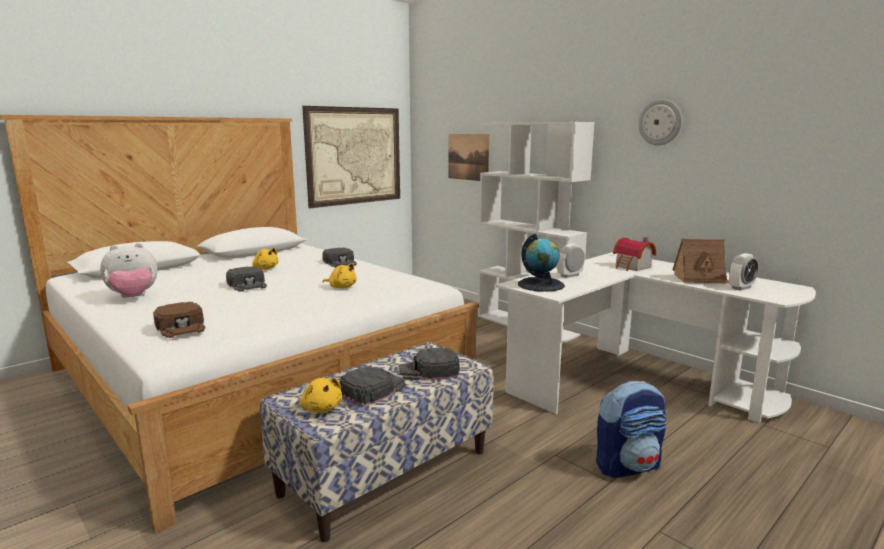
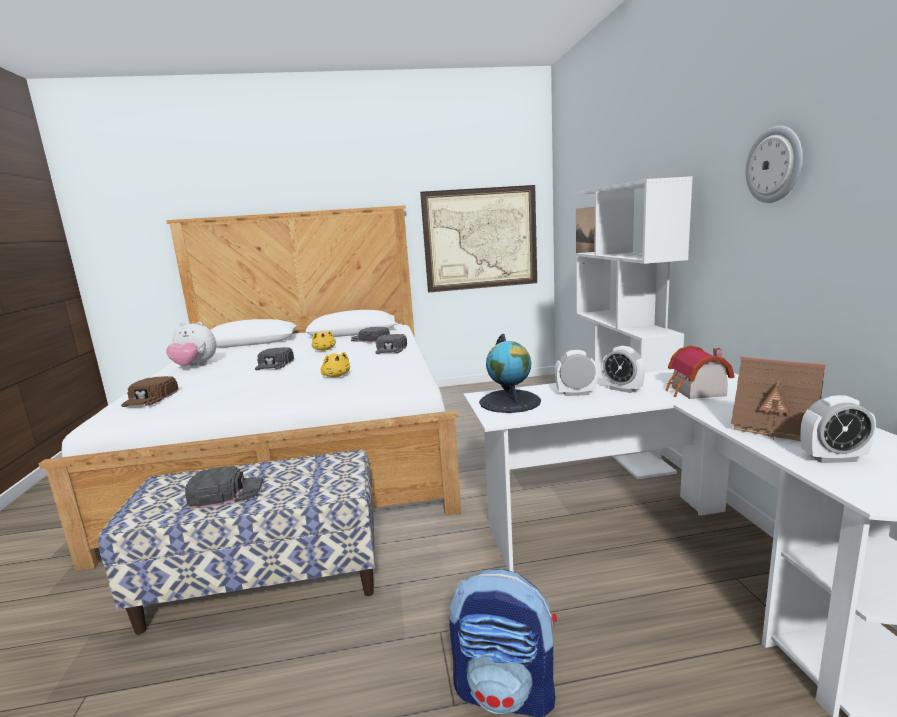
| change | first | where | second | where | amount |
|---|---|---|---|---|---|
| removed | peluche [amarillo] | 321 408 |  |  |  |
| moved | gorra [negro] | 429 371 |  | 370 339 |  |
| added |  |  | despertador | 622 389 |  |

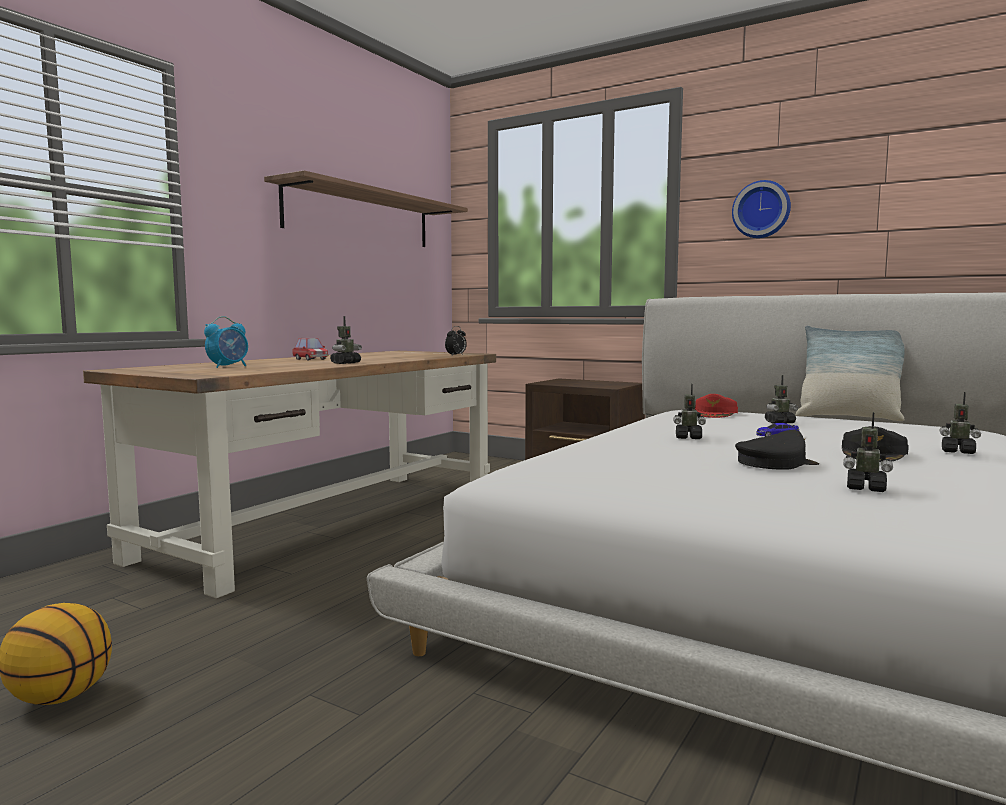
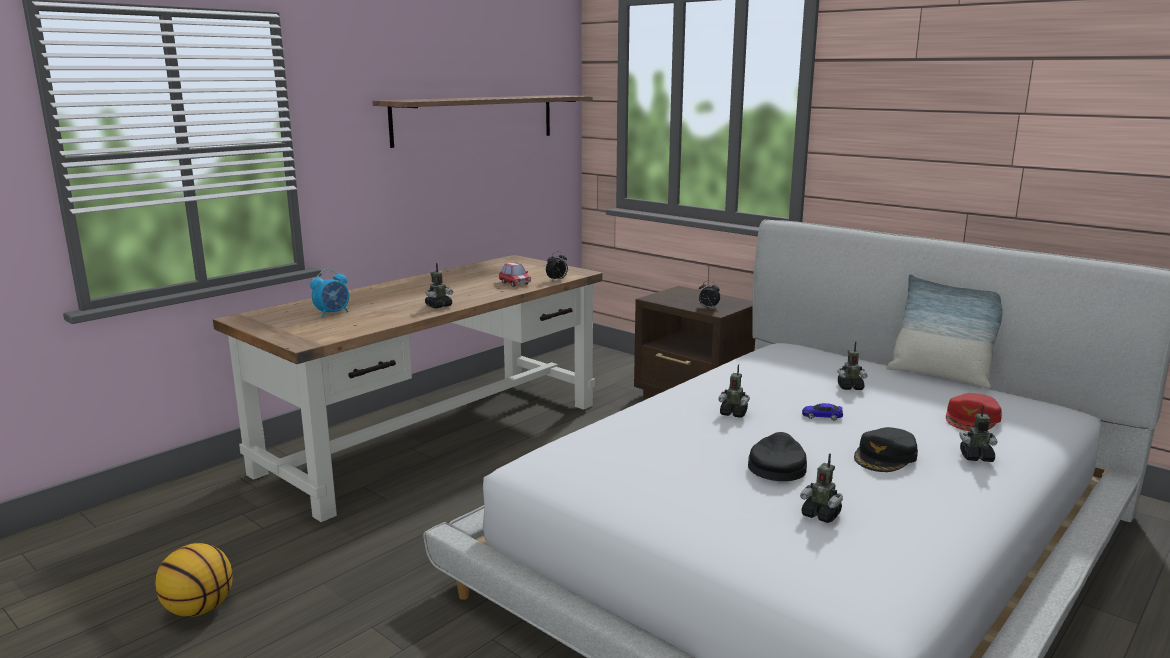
| change | first | where | second | where | amount |
|---|---|---|---|---|---|
| moved | coche de juguete | 310 359 |  | 514 283 |  |
| moved | gorra [rojo] | 715 413 |  | 972 419 |  |
| removed | reloj de pared | 761 210 |  |  |  |
| turned | gorra [negro] | 775 463 |  | 777 466 | 60 degrees counterclockwise |
| turned | robot de juguete | 957 452 |  | 976 457 | 150 degrees clockwise |
| added |  |  | despertador | 708 308 |  |

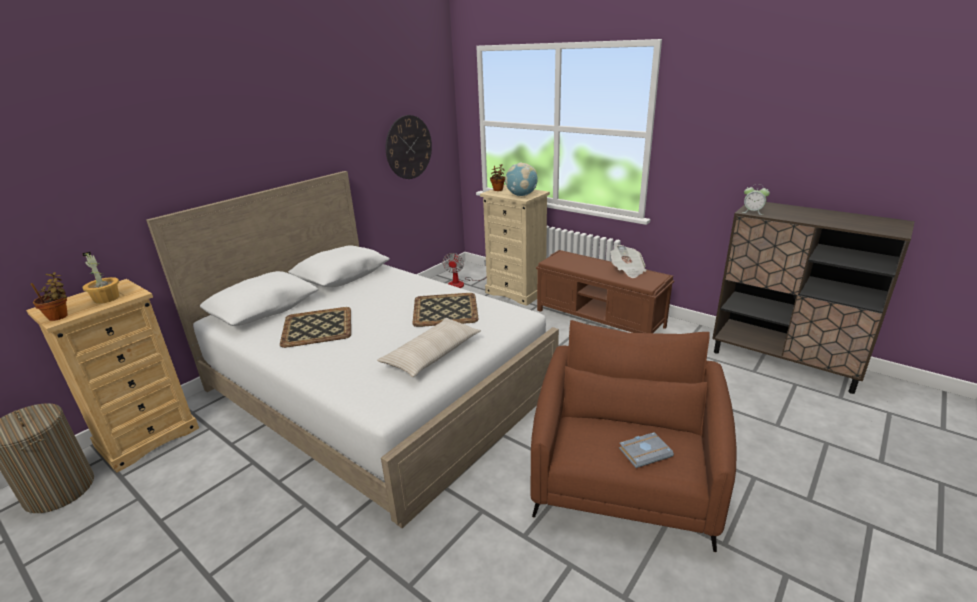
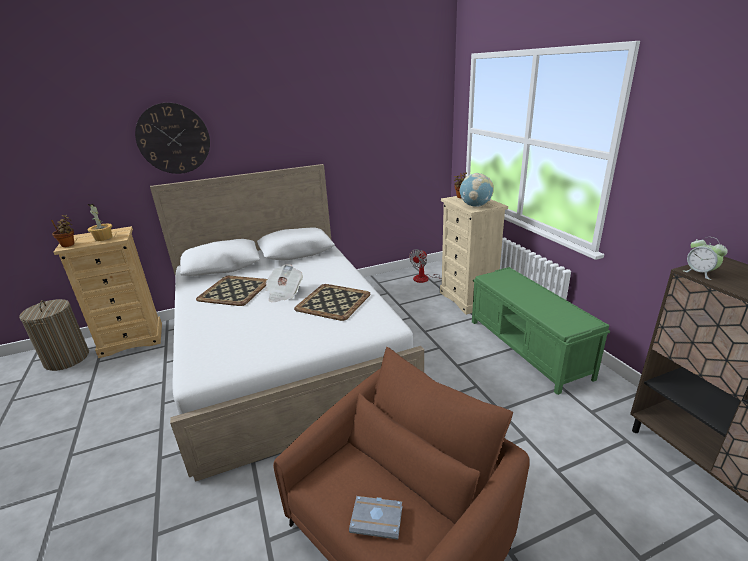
| change | first | where | second | where | amount |
|---|---|---|---|---|---|
| removed | cojín [beis] | 432 355 |  |  |  |
| moved | reloj de pared | 408 147 |  | 173 139 |  |
| recoloured | banco [marrón] | 600 318 | banco [verde] | 528 348 |  |
| moved | periódico | 627 270 |  | 284 293 |  |

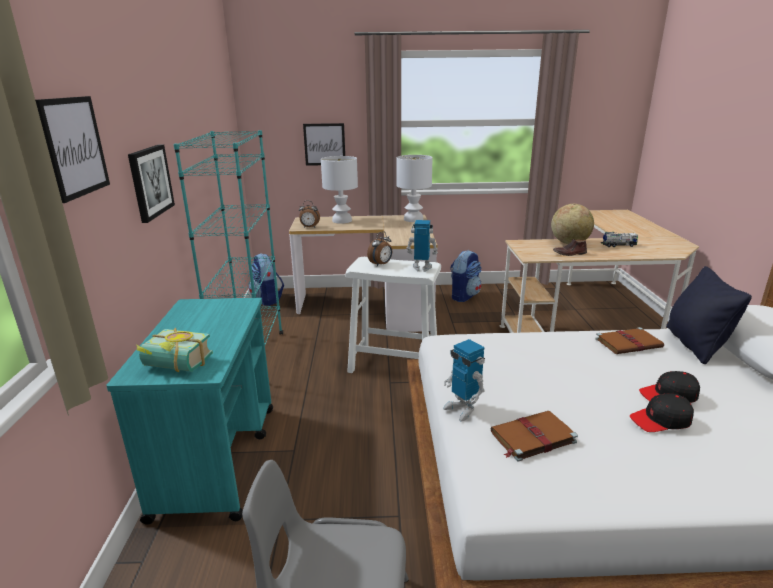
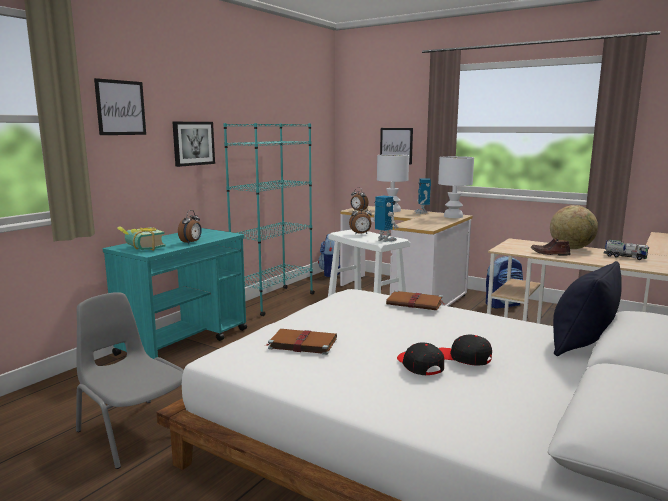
| change | first | where | second | where | amount |
|---|---|---|---|---|---|
| moved | robot de juguete | 462 409 |  | 422 212 |  |
| moved | libro [marrón] | 629 343 |  | 415 303 |  |
| turned | gorra [negro] | 661 420 |  | 419 365 | 45 degrees clockwise |
| added |  |  | despertador | 191 242 |  |

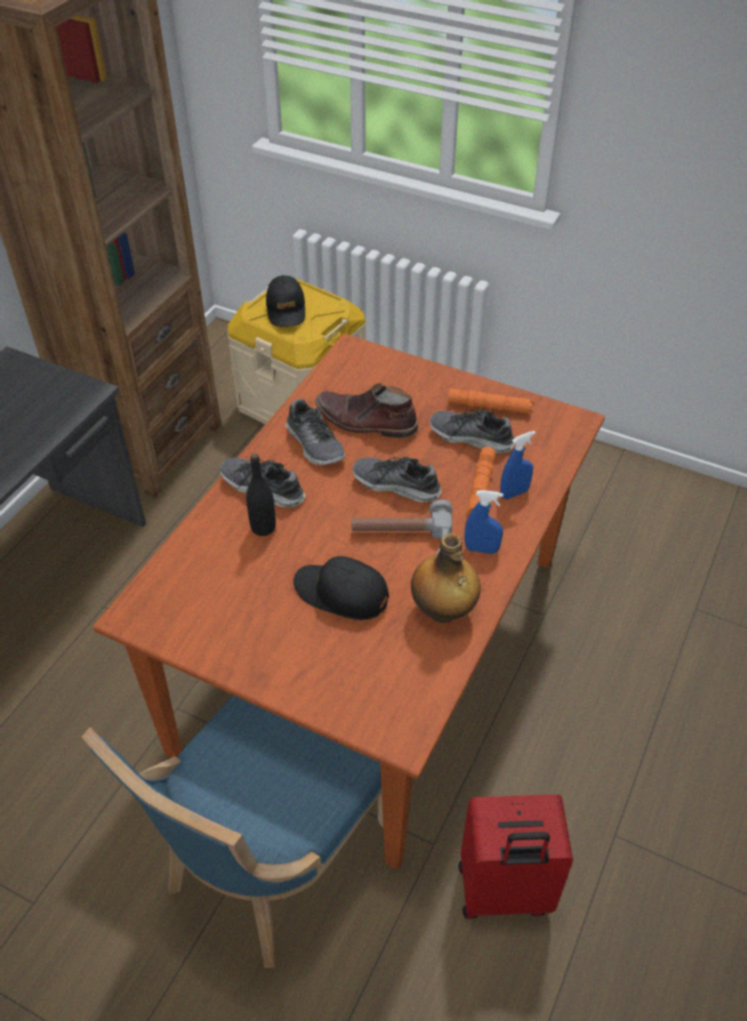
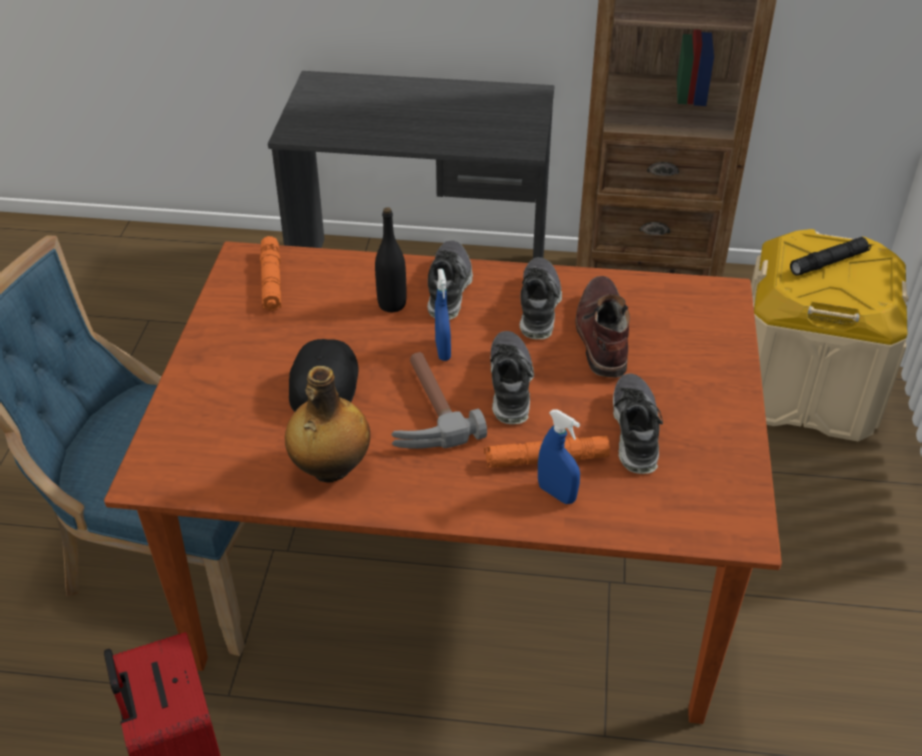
| change | first | where | second | where | amount |
|---|---|---|---|---|---|
| replaced | gorra [negro] | 286 309 | linterna [negro] | 829 262 |  |
| turned | zapato | 315 444 |  | 538 306 | 150 degrees clockwise |
| moved | linterna [naranja] | 489 407 |  | 271 281 |  |
| moved | pulverizador [azul] | 481 549 |  | 443 350 |  |

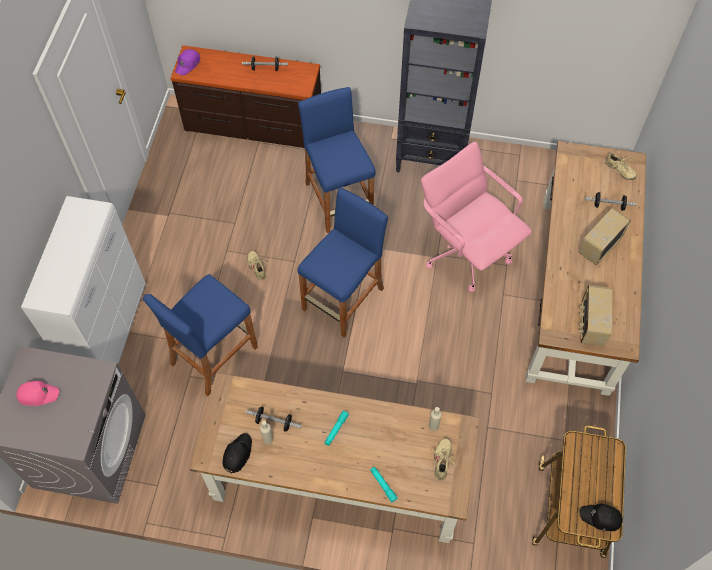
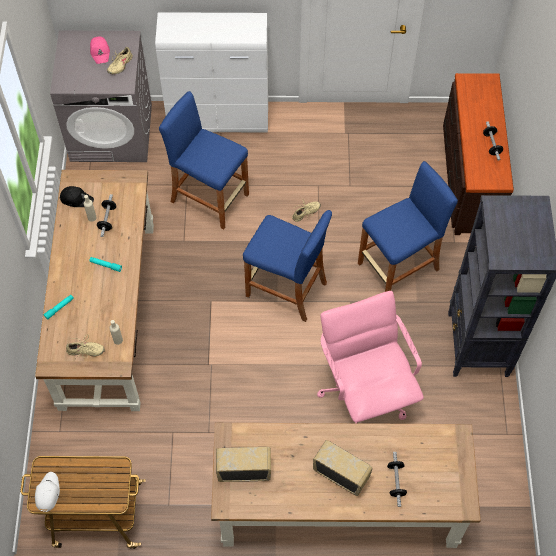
| change | first | where | second | where | amount |
|---|---|---|---|---|---|
| removed | gorra [morado] | 188 64 |  |  |  |
| turned | silla de oficina [rosa] | 466 252 |  | 365 392 | 60 degrees counterclockwise |
| recoloured | gorra [negro] | 601 518 | gorra [blanco] | 47 493 |  |
| moved | zapato [beis] | 619 170 |  | 120 65 |  |

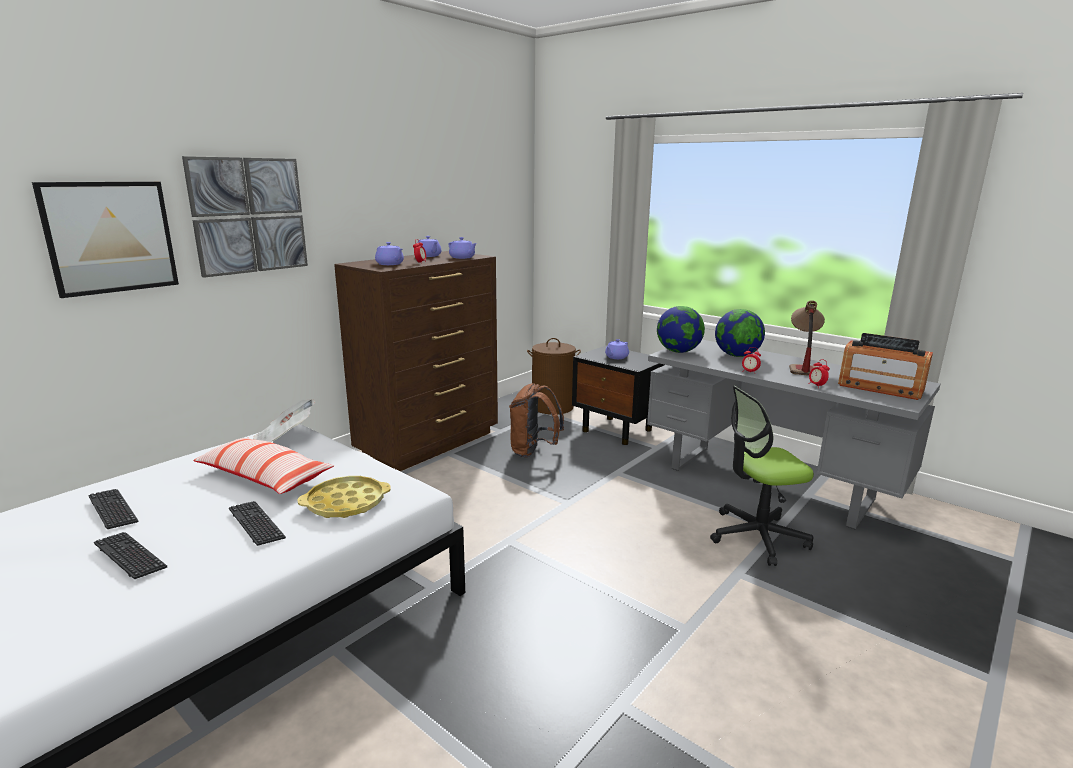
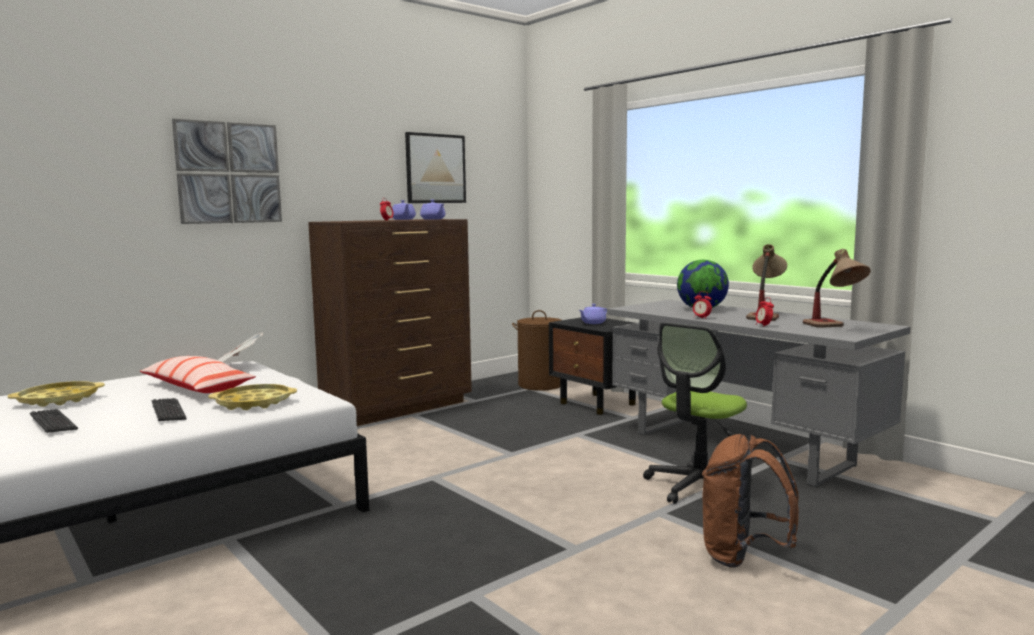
| change | first | where | second | where | amount |
|---|---|---|---|---|---|
| moved | cuadro | 110 237 |  | 435 168 |  |
| replaced | teclado | 113 510 | bandeja [amarillo] | 58 399 |  |
| removed | tetera [morado] | 390 264 |  |  |  |
| moved | mochila [marrón] | 533 452 |  | 743 556 |  |
| removed | globo terráqueo | 678 351 |  |  |  |
| turned | silla de oficina | 757 536 |  | 698 487 | 45 degrees counterclockwise |
| replaced | radio | 880 388 | lámpara de mesa | 834 327 |  |

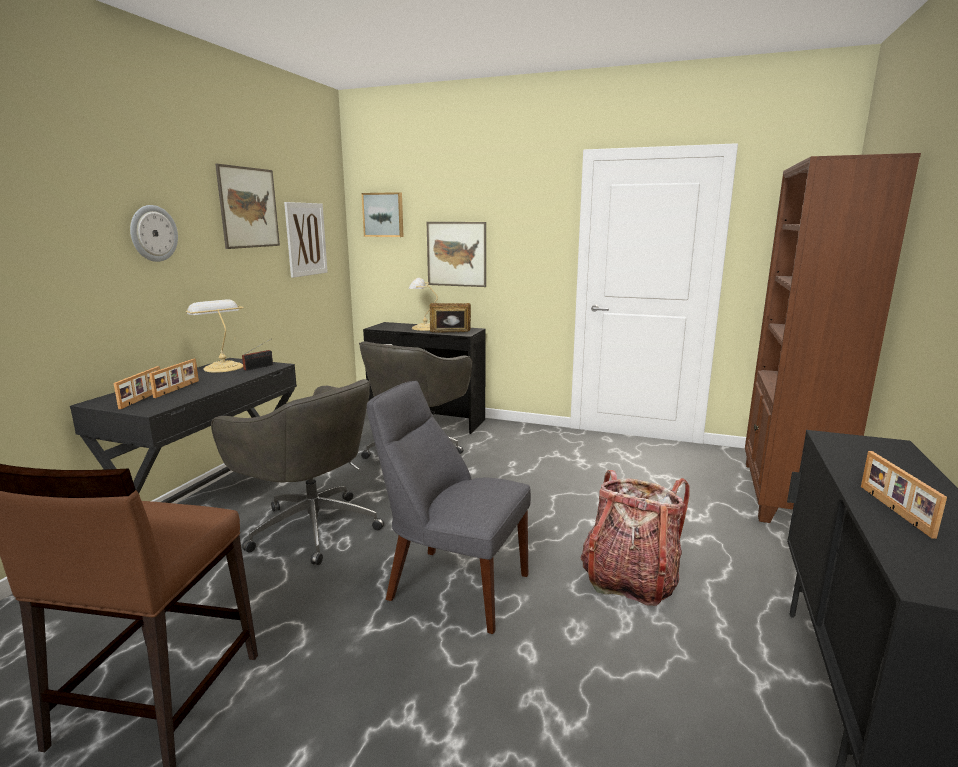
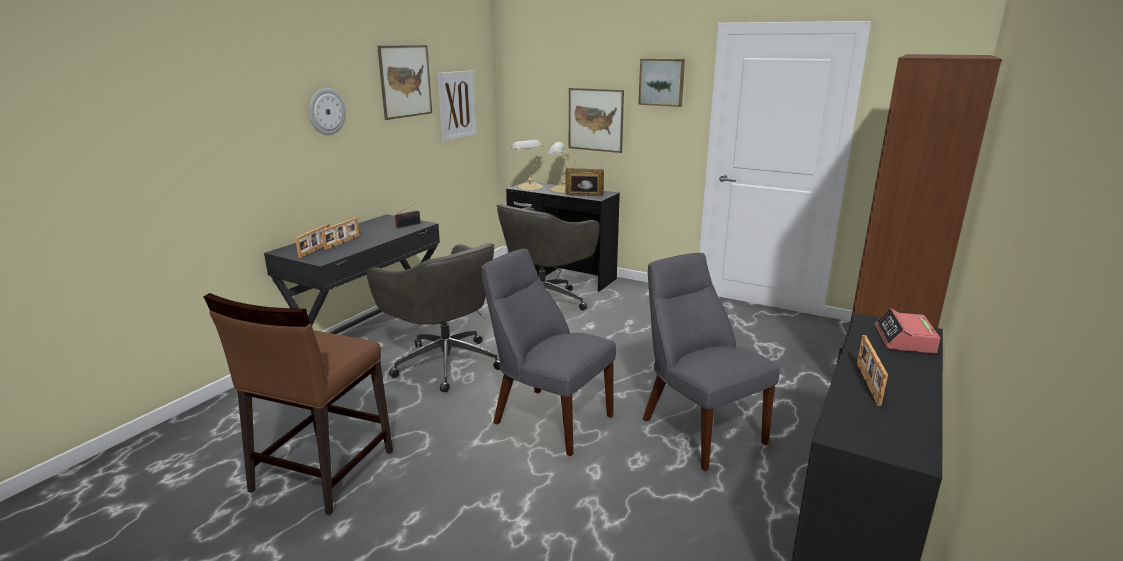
| change | first | where | second | where | amount |
|---|---|---|---|---|---|
| moved | lámpara de mesa | 222 367 |  | 529 187 |  |
| moved | cuadro | 383 215 |  | 662 82 |  |
| replaced | mochila | 630 579 | silla [gris] | 698 428 |  |
| added |  |  | despertador | 904 340 |  |

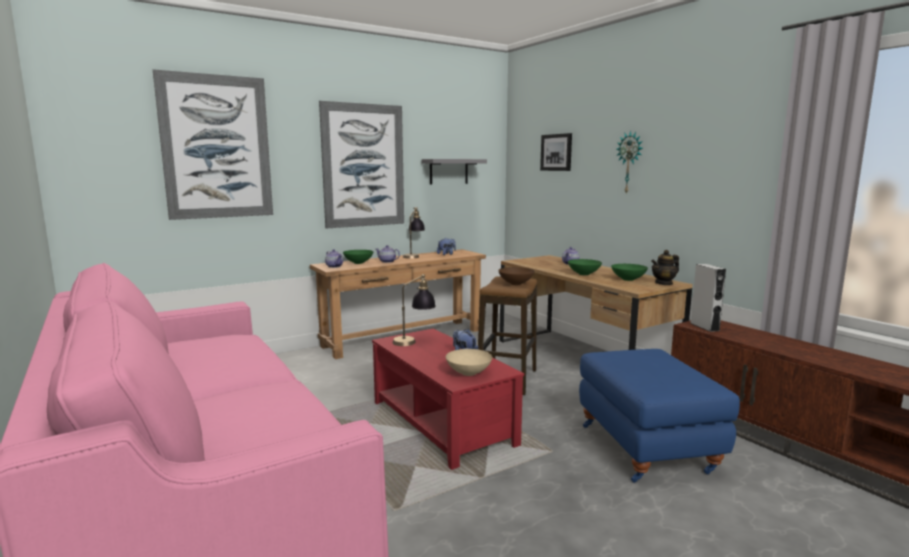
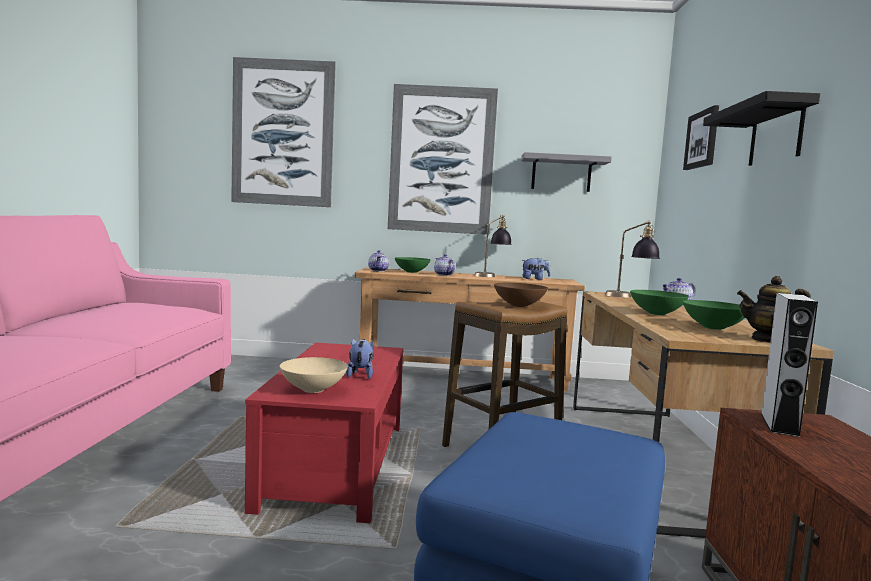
| change | first | where | second | where | amount |
|---|---|---|---|---|---|
| moved | lámpara de mesa | 414 341 |  | 629 296 |  |
| replaced | reloj de pared | 630 162 | estante [negro] | 776 134 |  |

